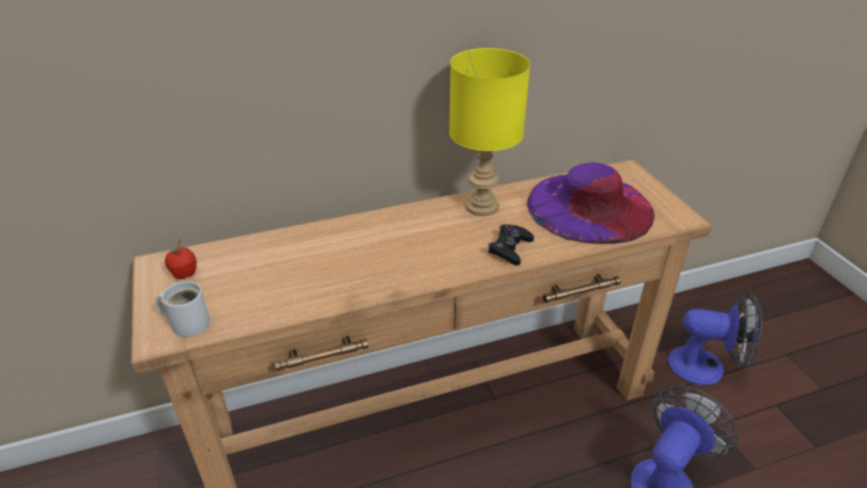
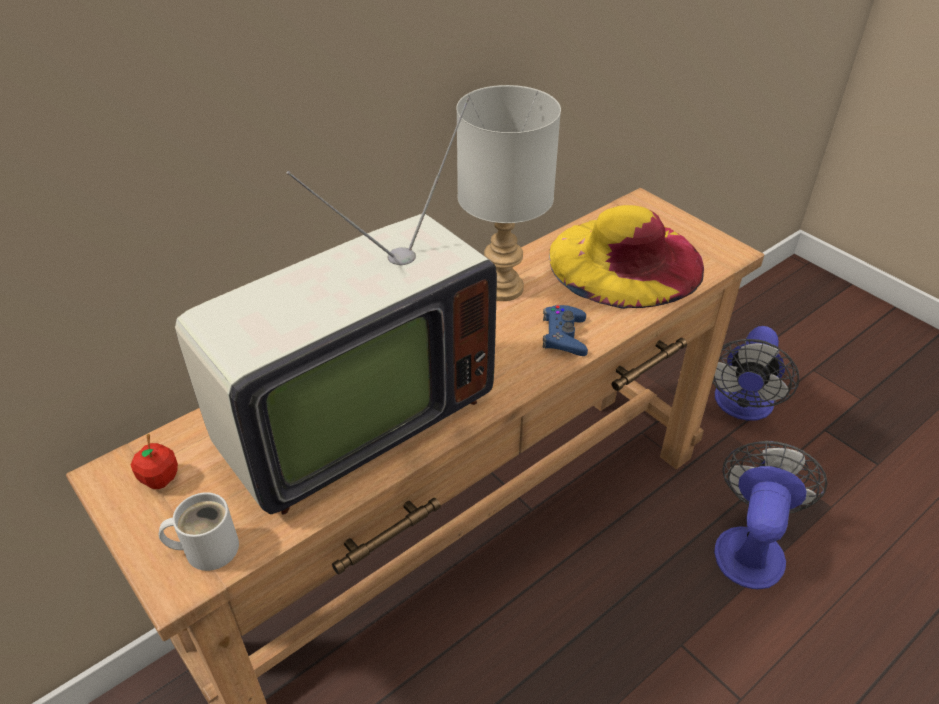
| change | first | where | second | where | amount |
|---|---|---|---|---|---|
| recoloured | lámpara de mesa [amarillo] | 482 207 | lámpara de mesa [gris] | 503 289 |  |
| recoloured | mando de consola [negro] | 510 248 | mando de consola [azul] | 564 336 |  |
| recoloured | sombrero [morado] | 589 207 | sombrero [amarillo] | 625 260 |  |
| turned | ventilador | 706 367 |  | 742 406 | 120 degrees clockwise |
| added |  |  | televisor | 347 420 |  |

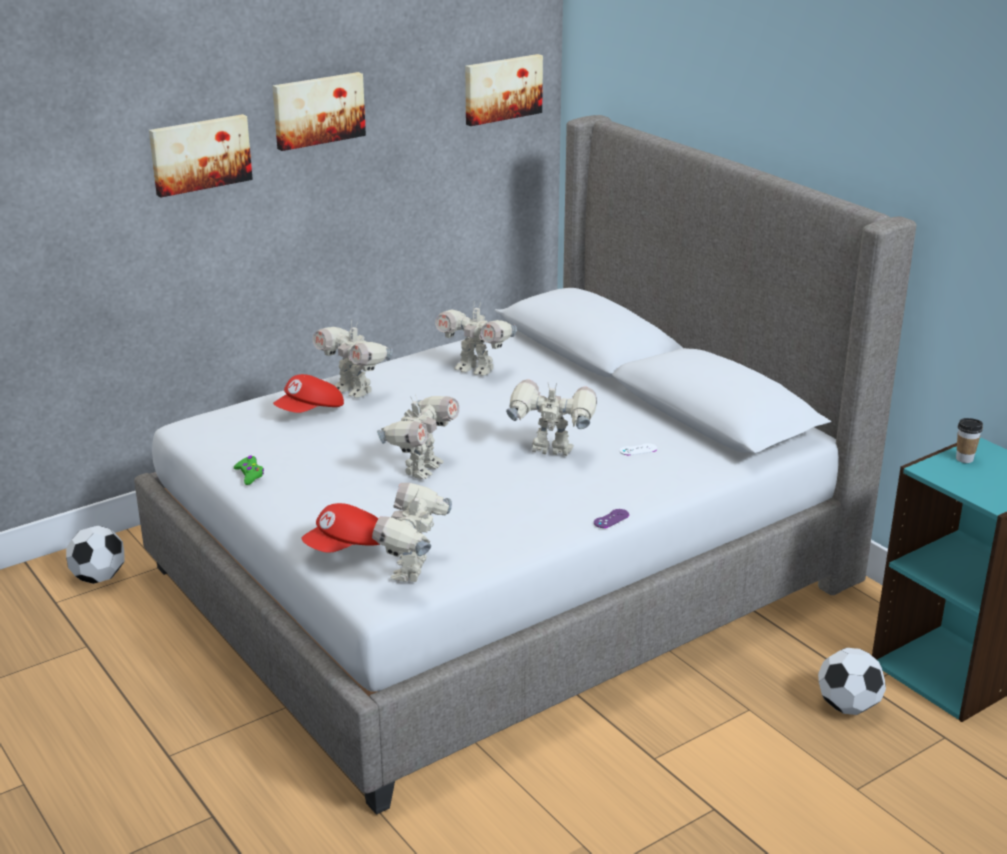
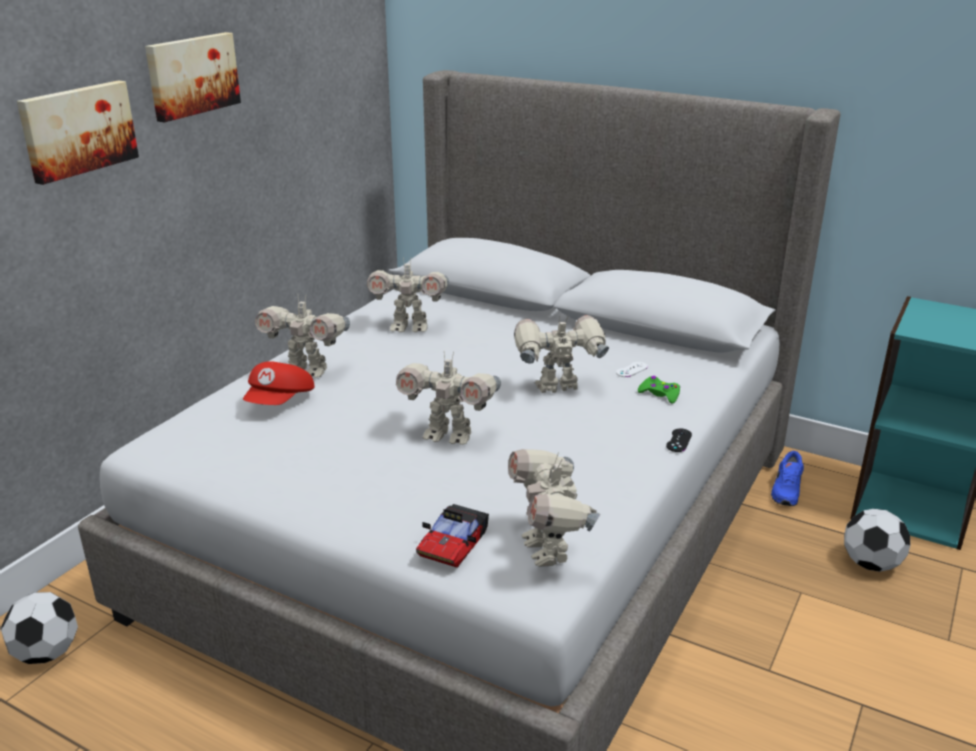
| change | first | where | second | where | amount |
|---|---|---|---|---|---|
| moved | mando de consola [verde] | 250 474 |  | 659 394 |  |
| replaced | gorra [rojo] | 347 548 | coche de juguete | 453 543 |  |
| turned | robot de juguete | 421 469 |  | 448 435 | 105 degrees clockwise |
| removed | cuadro | 502 89 |  |  |  |
| recoloured | mando de consola [morado] | 611 519 | mando de consola [negro] | 679 440 |  |
| removed | taza | 964 459 |  |  |  |
| added |  |  | zapato [azul] | 785 490 |  |

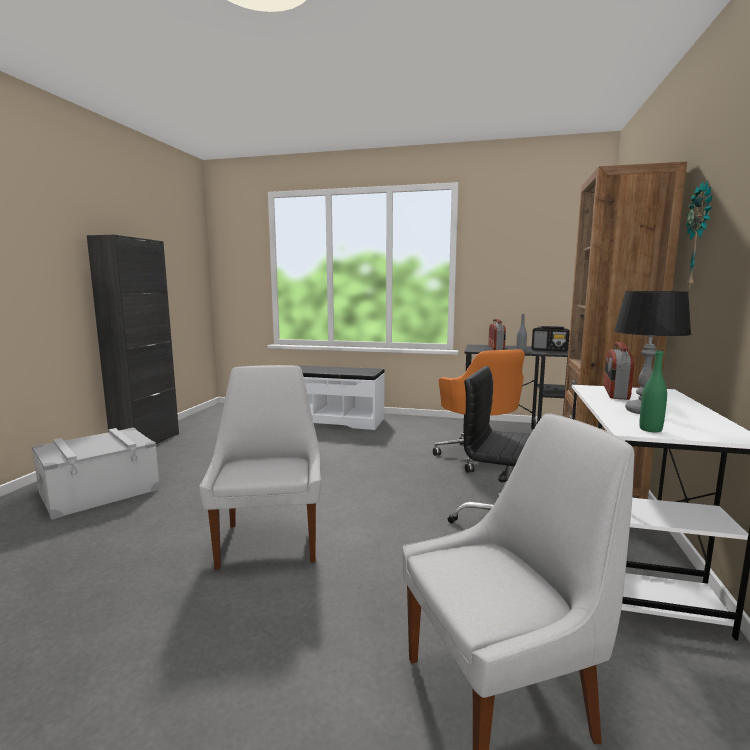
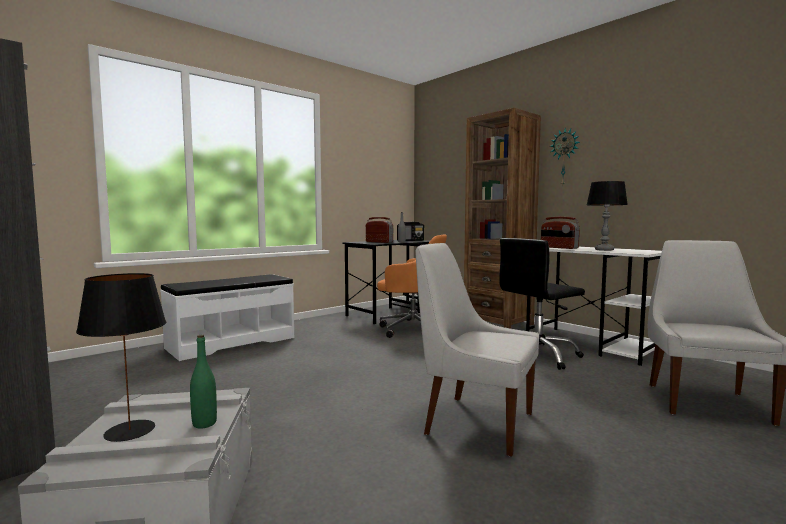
| change | first | where | second | where | amount |
|---|---|---|---|---|---|
| moved | botella [verde] | 650 429 |  | 204 423 |  |
| added |  |  | lámpara de mesa [negro] | 129 430 |  |

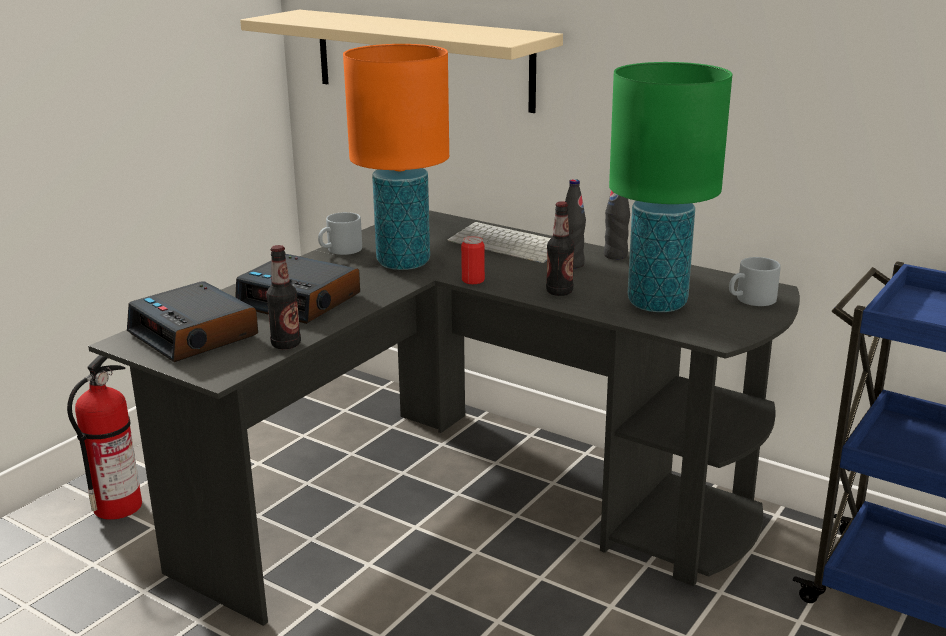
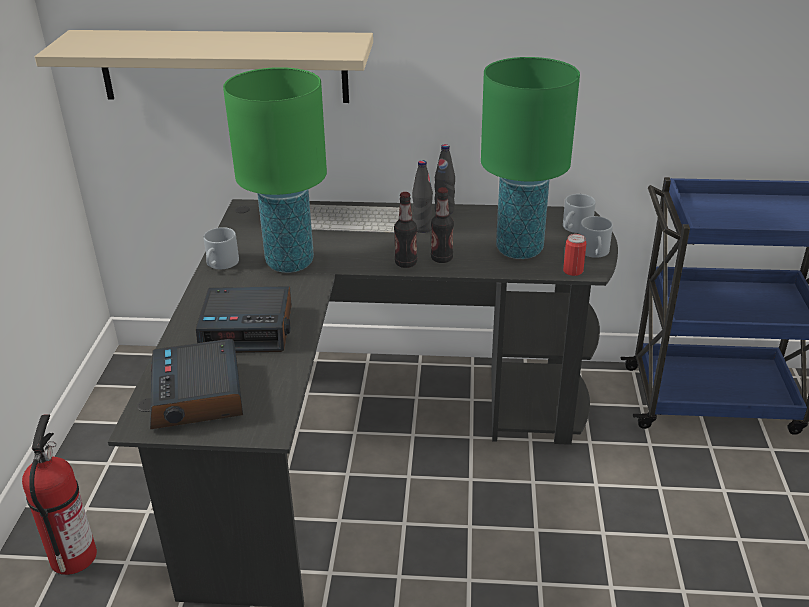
| change | first | where | second | where | amount |
|---|---|---|---|---|---|
| turned | despertador | 195 334 |  | 198 395 | 60 degrees clockwise |
| moved | botella | 286 344 |  | 406 263 |  |
| recoloured | lámpara de mesa [naranja] | 403 262 | lámpara de mesa [verde] | 289 263 |  |
| moved | lata | 473 280 |  | 573 271 |  |
| added |  |  | taza grande [gris] | 595 252 |  |

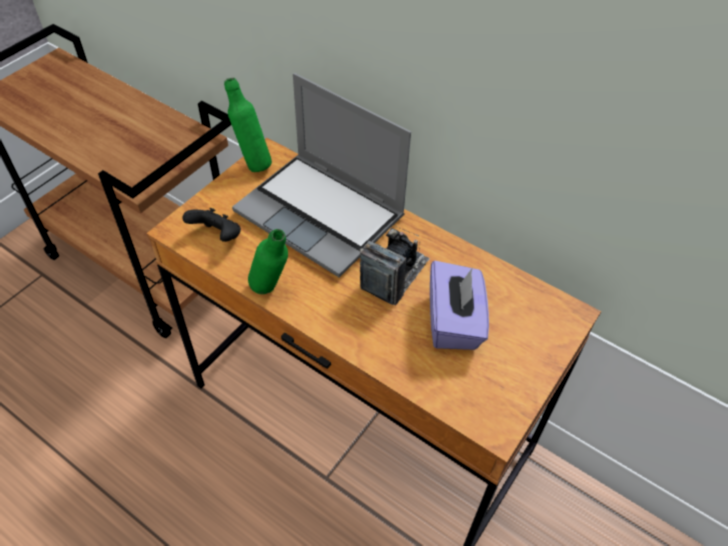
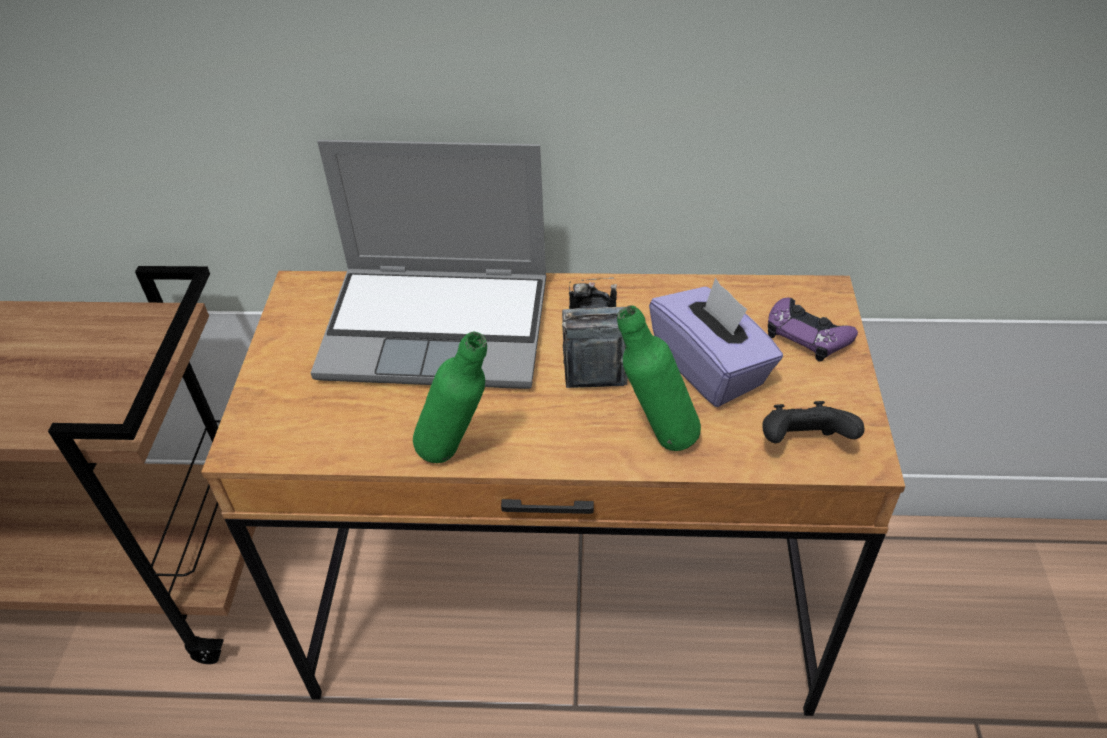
| change | first | where | second | where | amount |
|---|---|---|---|---|---|
| moved | mando de consola [negro] | 217 236 |  | 802 443 |  |
| moved | botella [verde] | 252 163 |  | 656 437 |  |
| added |  |  | mando de consola [morado] | 807 335 |  |

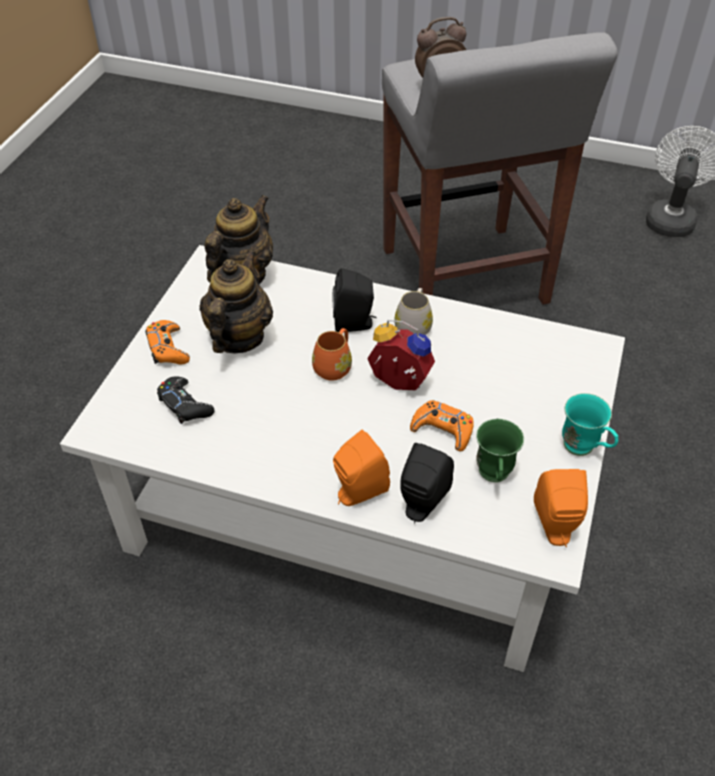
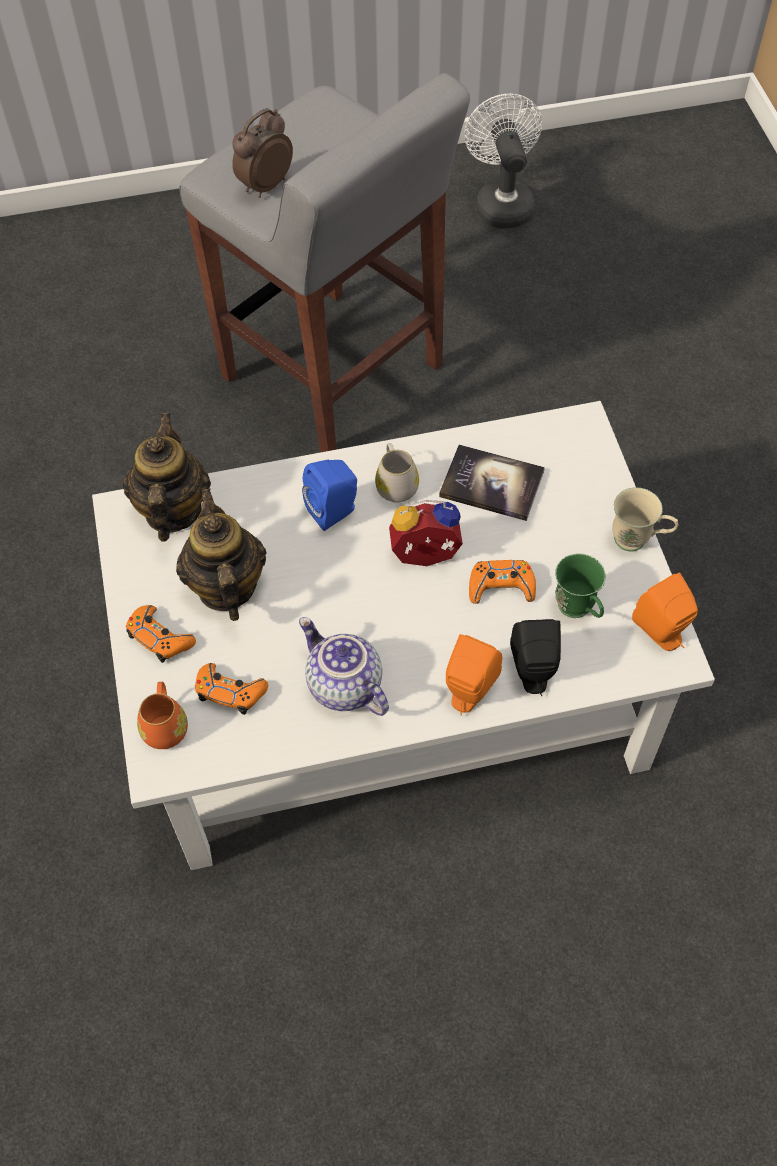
| change | first | where | second | where | amount |
|---|---|---|---|---|---|
| recoloured | mando de consola [negro] | 185 405 | mando de consola [naranja] | 230 692 |  |
| moved | taza grande [naranja] | 334 366 |  | 165 725 |  |
| recoloured | altavoz [negro] | 355 324 | altavoz [azul] | 335 511 |  |
| recoloured | taza grande [turquesa] | 584 449 | taza grande [beis] | 638 541 |  |
| added |  |  | tetera | 342 686 |  |
| added |  |  | libro | 491 484 |  |

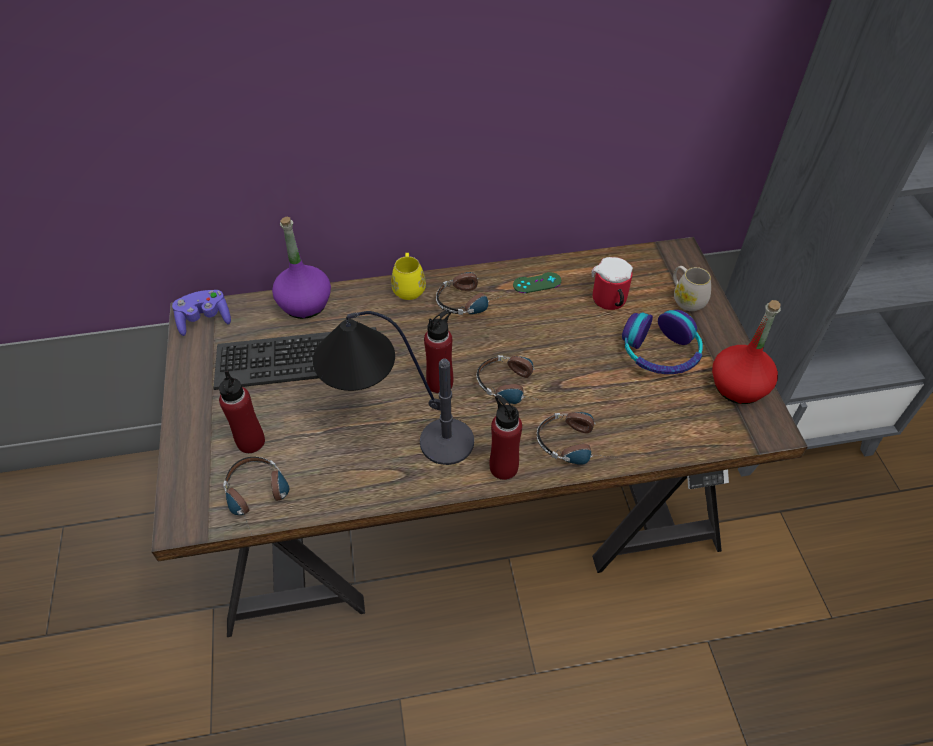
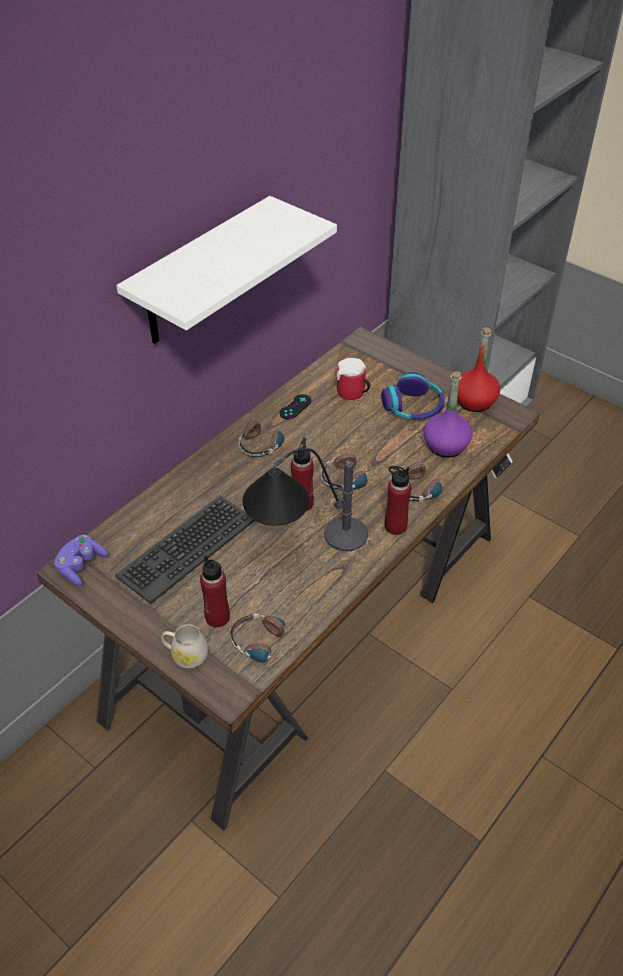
| change | first | where | second | where | amount |
|---|---|---|---|---|---|
| moved | botella [morado] | 304 304 |  | 446 445 |  |
| removed | taza grande [amarillo] | 409 287 |  |  |  |
| recoloured | mando de consola [verde] | 537 283 | mando de consola [negro] | 295 407 |  |
| moved | taza grande [blanco] | 686 299 |  | 186 655 |  |
| added |  |  | estante [blanco] | 201 274 |  |

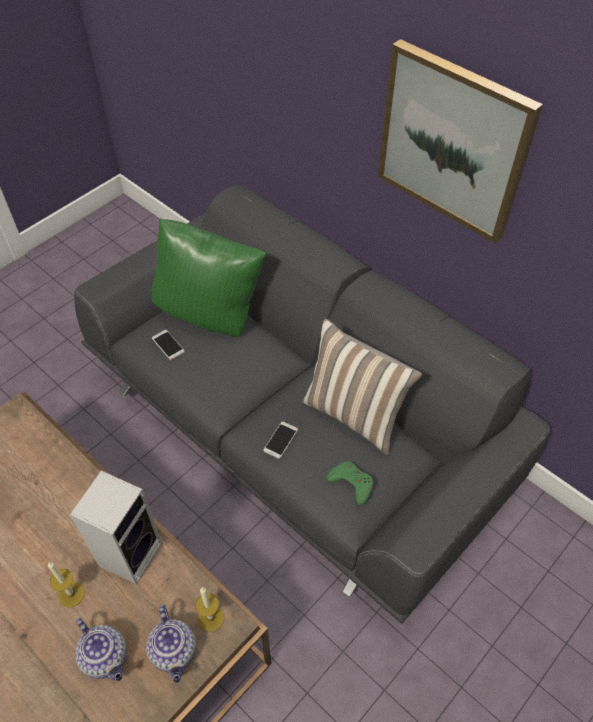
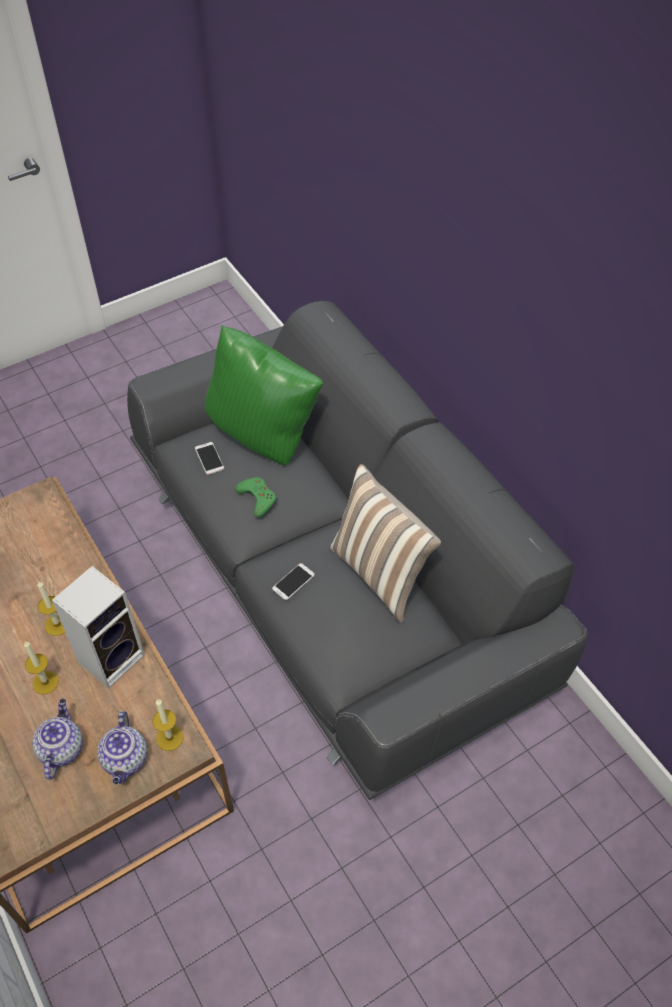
| change | first | where | second | where | amount |
|---|---|---|---|---|---|
| turned | tetera | 106 657 |  | 61 748 | 150 degrees counterclockwise |
| moved | mando de consola [verde] | 351 483 |  | 257 498 |  |
| removed | cuadro | 453 142 |  |  |  |
| added |  |  | vela | 57 625 |  |

